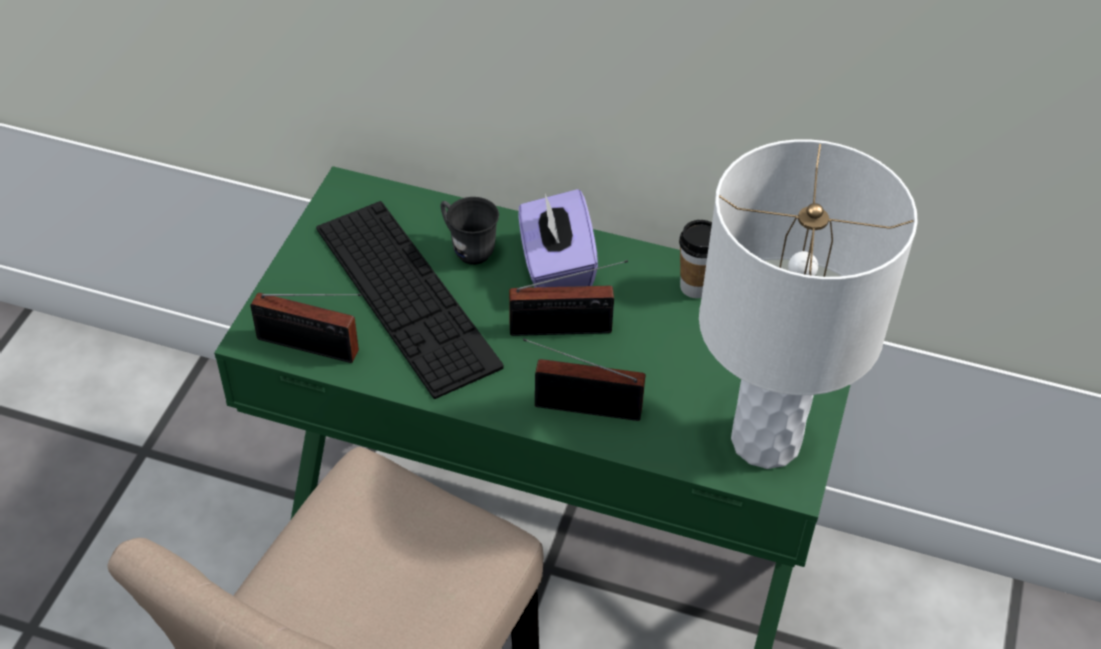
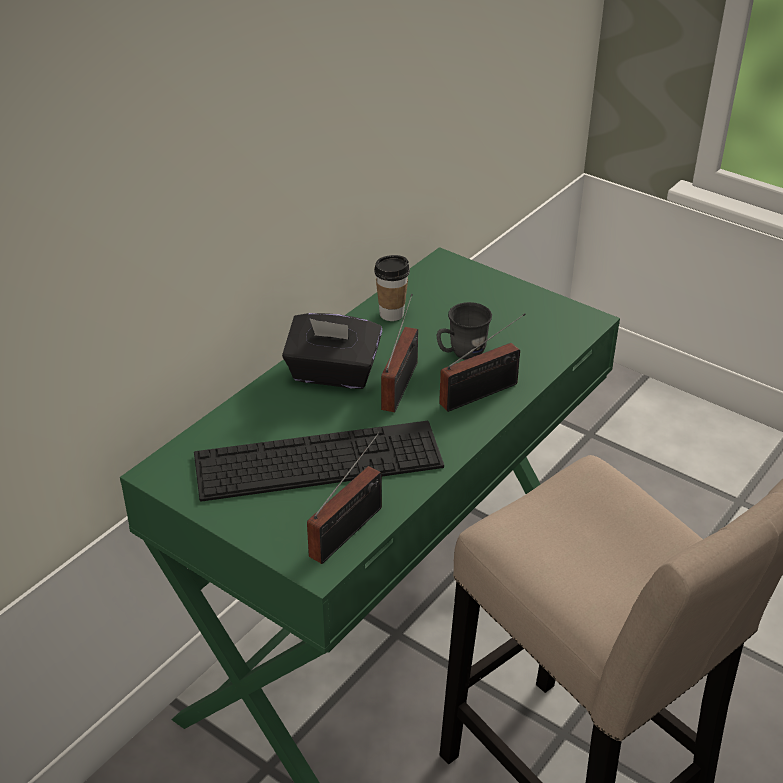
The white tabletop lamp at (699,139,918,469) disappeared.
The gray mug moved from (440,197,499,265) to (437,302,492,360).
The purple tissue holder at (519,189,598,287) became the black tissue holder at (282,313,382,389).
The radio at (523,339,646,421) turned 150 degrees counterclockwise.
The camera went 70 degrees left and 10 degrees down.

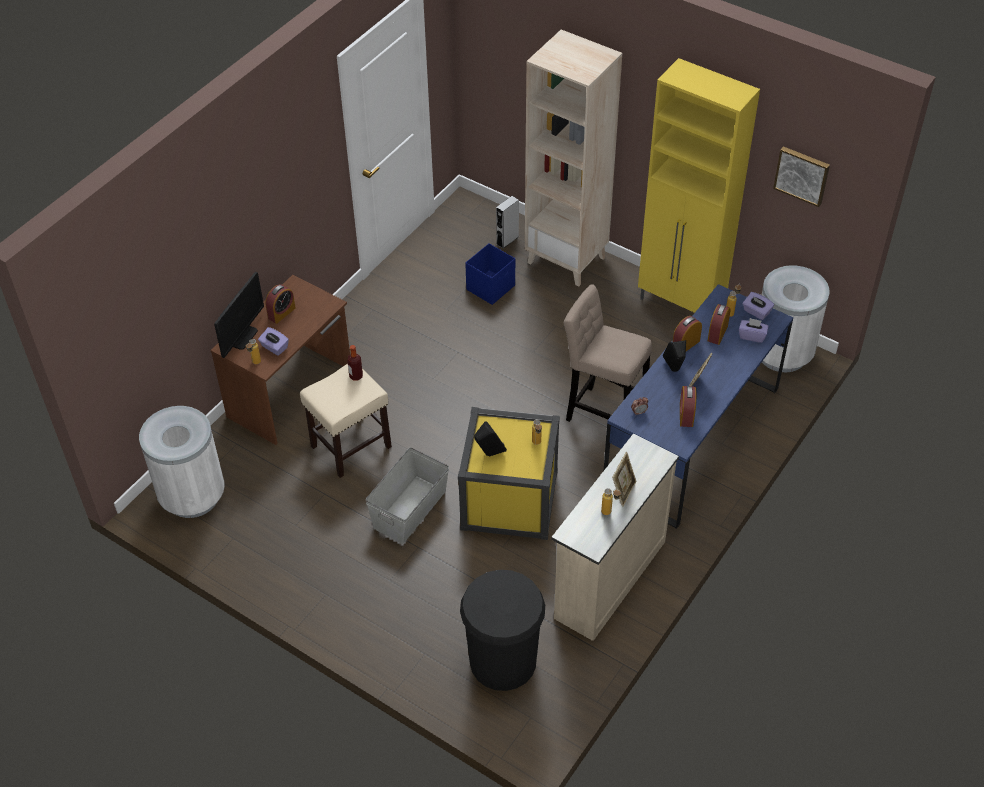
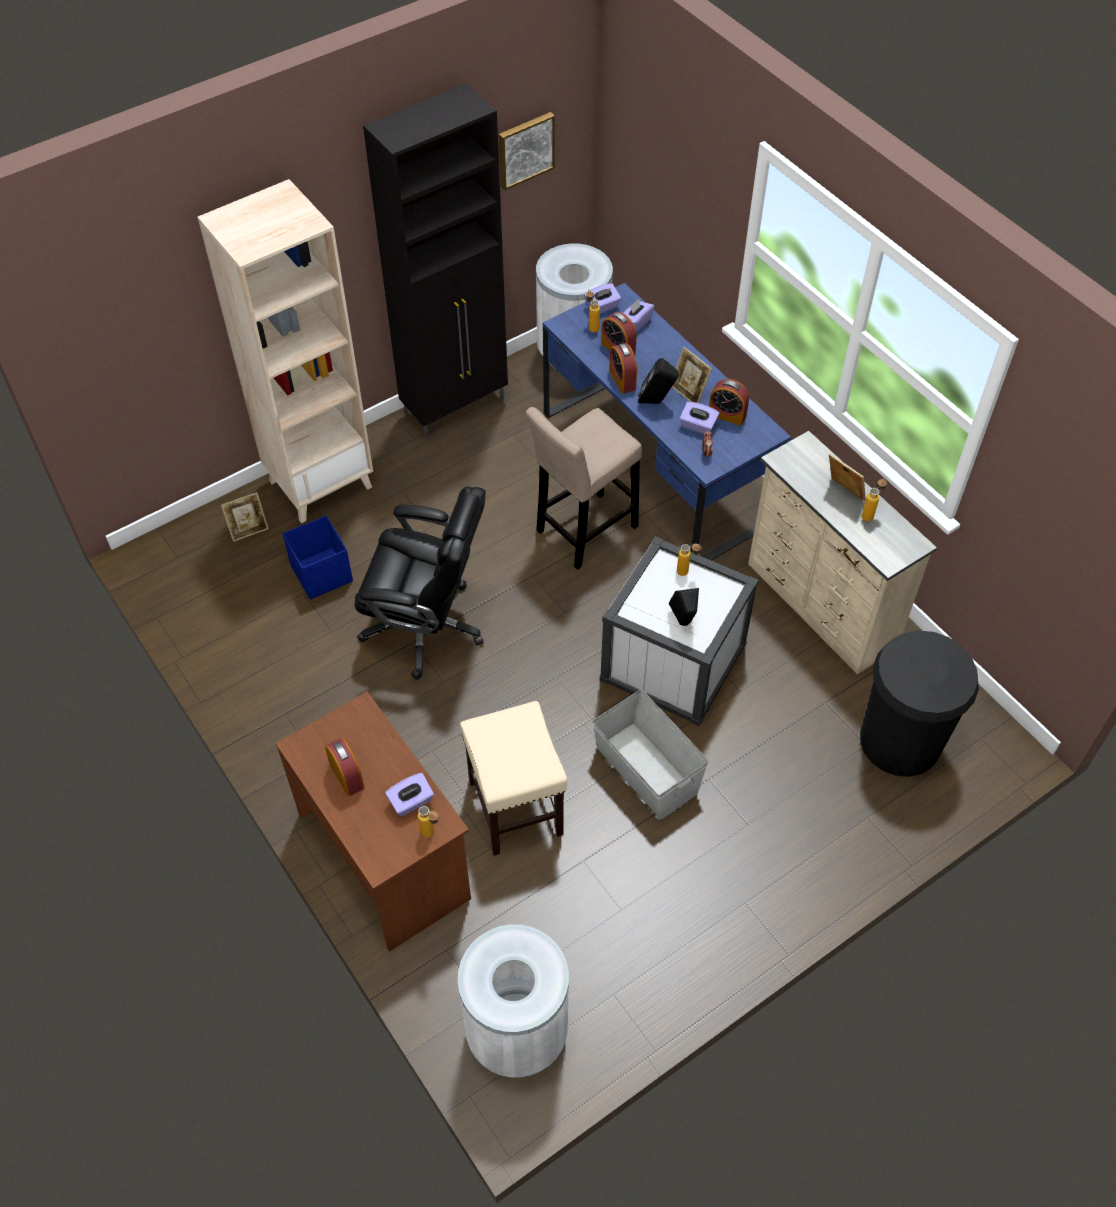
The computer display at (214,272,264,358) disappeared.
The bottle at (347,345,363,381) disappeared.
The black desk chair at (354,486,485,680) appeared.
The purple tissue holder at (680,402,719,434) appeared.
The gray speaker at (496,196,519,249) was replaced by the photo frame at (221,492,269,542).
The yellow storage container at (458,407,560,540) became the white storage container at (600,536,759,726).
The yellow cupboard at (638,58,760,313) became the black cupboard at (363,84,508,439).
The camera went 70 degrees left and 5 degrees up.

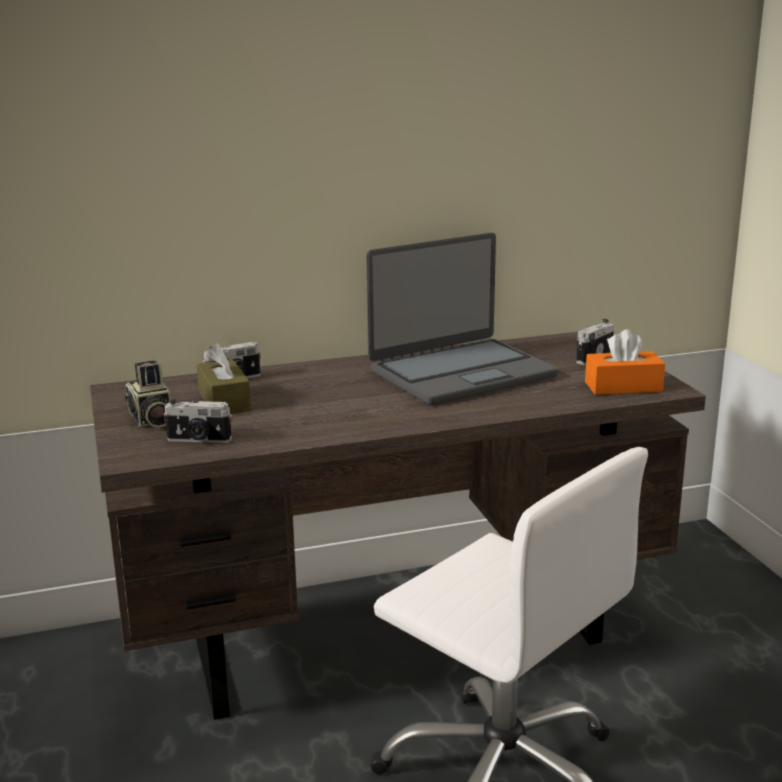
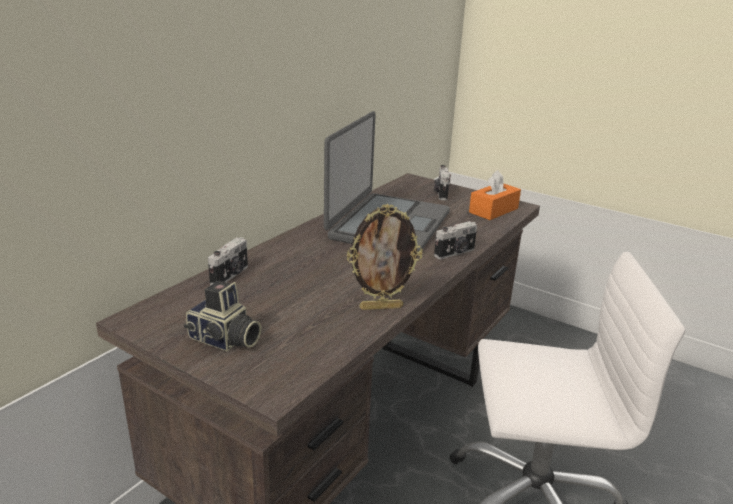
The brownish tissue holder at (197,343,251,414) disappeared.
The photo frame at (347,204,422,310) appeared.
The photo camera moved from (164,399,232,443) to (434,221,477,259).
The camera went 40 degrees left and 5 degrees up.

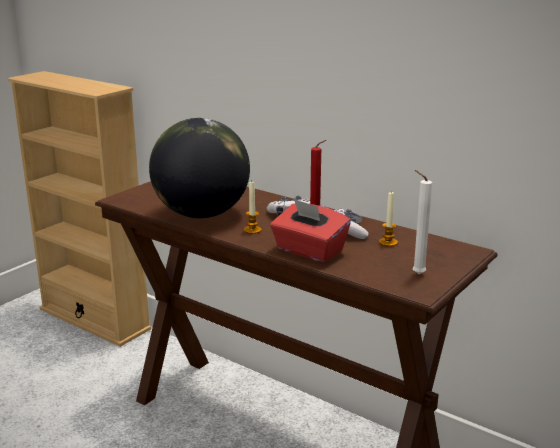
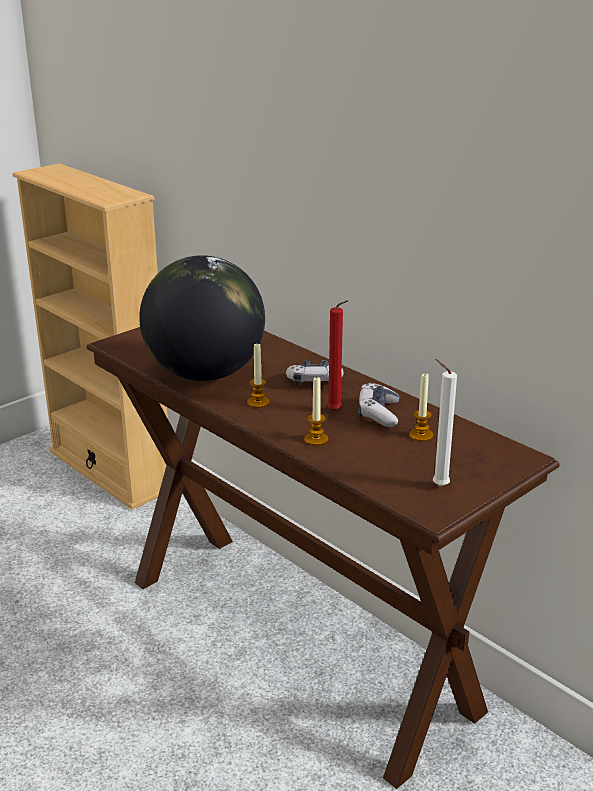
The red-coloured tissue holder at (270,199,351,262) was replaced by the wax candle at (304,377,328,446).
The camera went 10 degrees right and 5 degrees up.

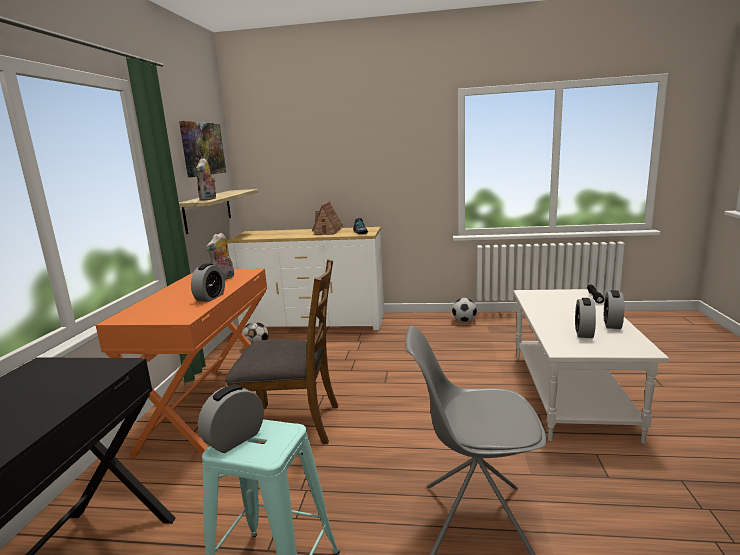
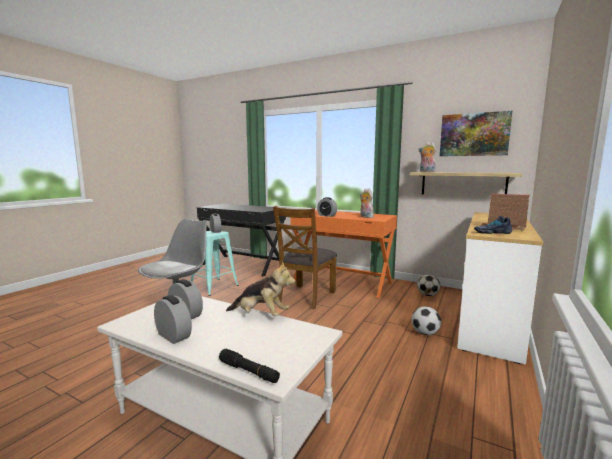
The cuddly toy at (226,261,295,316) appeared.
The ball for football moved from (452,298,477,322) to (412,306,441,335).
The camera went 110 degrees right and 5 degrees down.

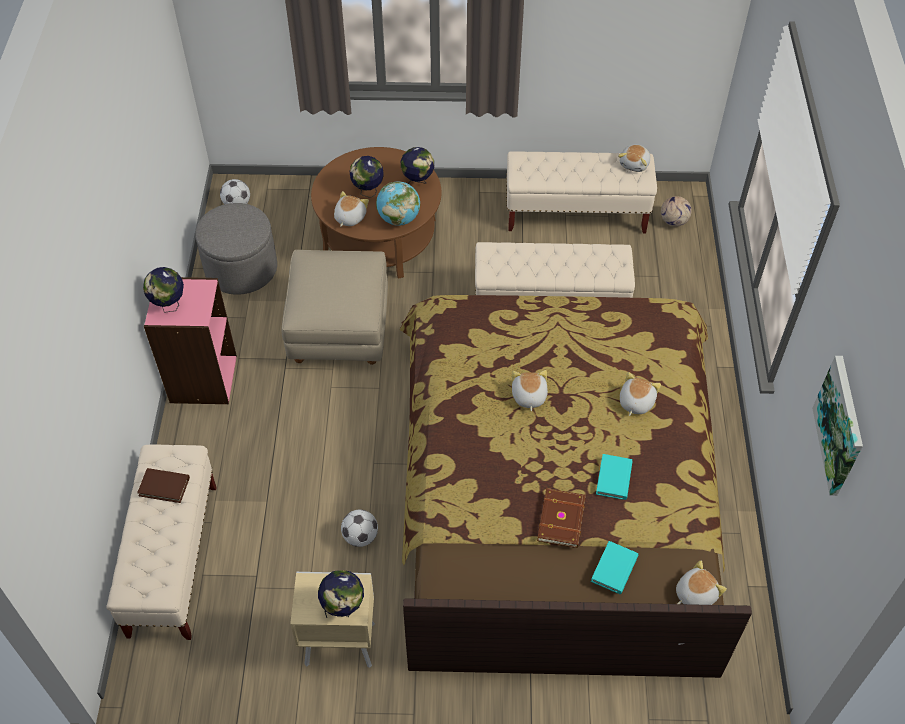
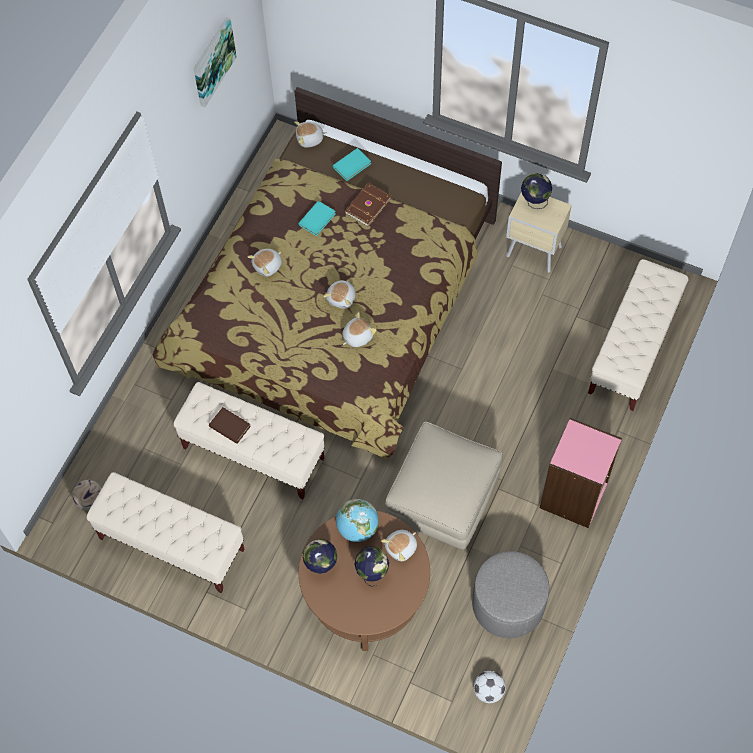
The globe at (143,267,184,313) disappeared.
The ball for football at (341,509,378,547) disappeared.
The brownish volume moved from (137,468,190,503) to (209,407,251,444).
The cuddly toy moved from (618,145,650,172) to (342,312,377,347).
The camera went 155 degrees left and 10 degrees up.

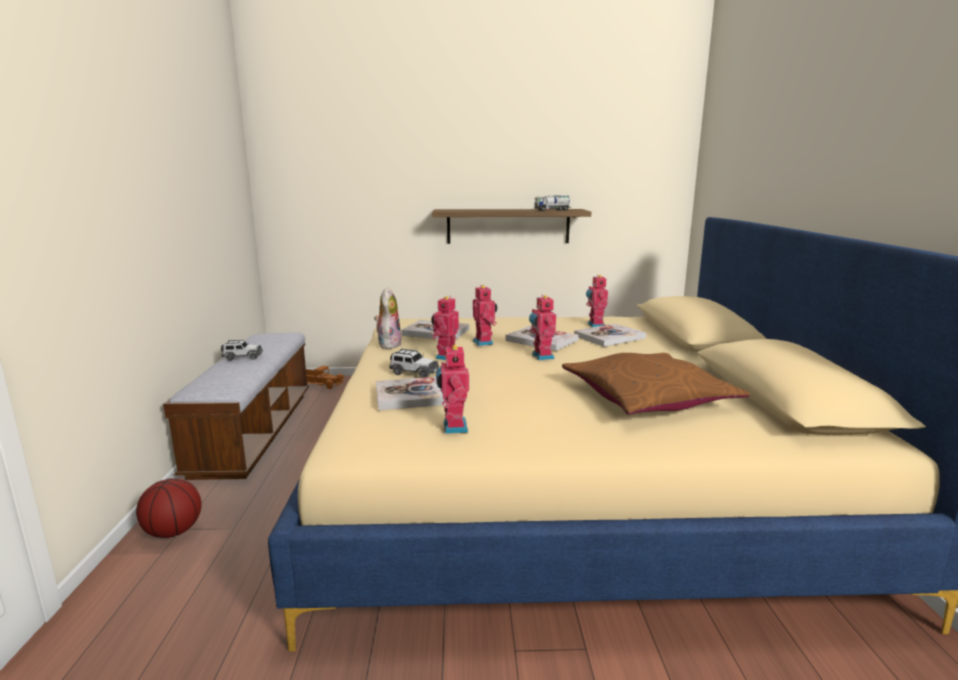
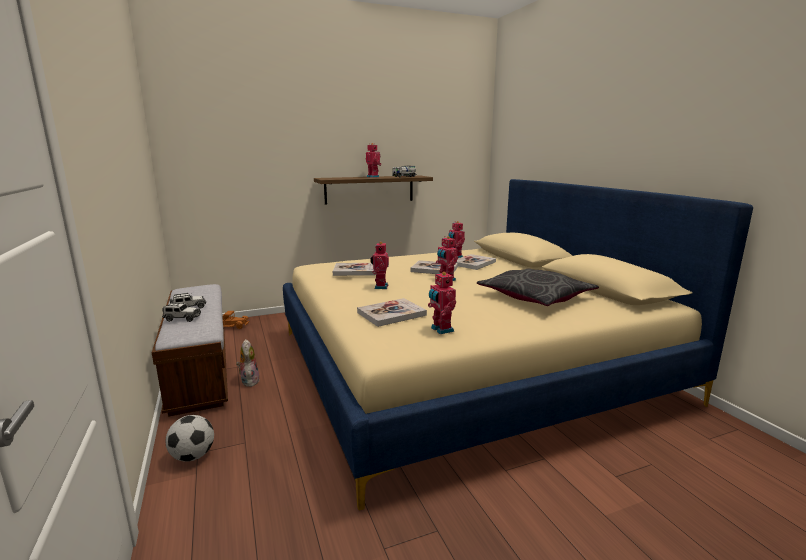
The cuddly toy moved from (374,287,402,349) to (236,339,260,387).
The miniature car moved from (389,349,439,378) to (162,302,201,322).
The model robot moved from (473,285,497,346) to (366,143,381,178).
The basketball ball at (136,478,201,538) was replaced by the ball for football at (166,415,214,462).
The brownish cushion at (562,353,750,415) became the gray cushion at (477,268,599,306).
The camera went 20 degrees left and 0 degrees up.

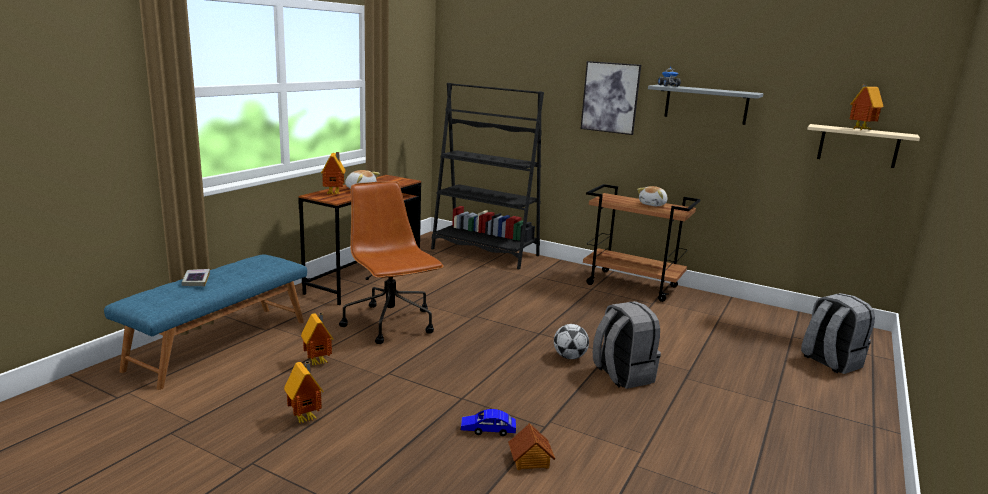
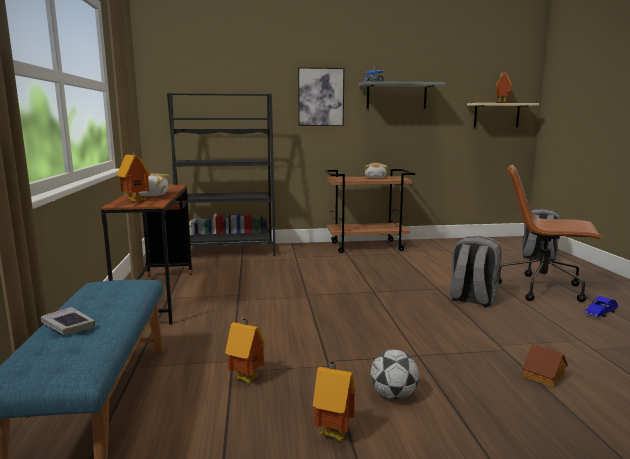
The brownish desk chair moved from (339,181,444,344) to (499,165,602,302).
The blue miniature car moved from (461,409,516,436) to (585,296,618,317).
The ball for football moved from (554,324,589,359) to (371,350,419,399).
The camera went 35 degrees left and 5 degrees down.

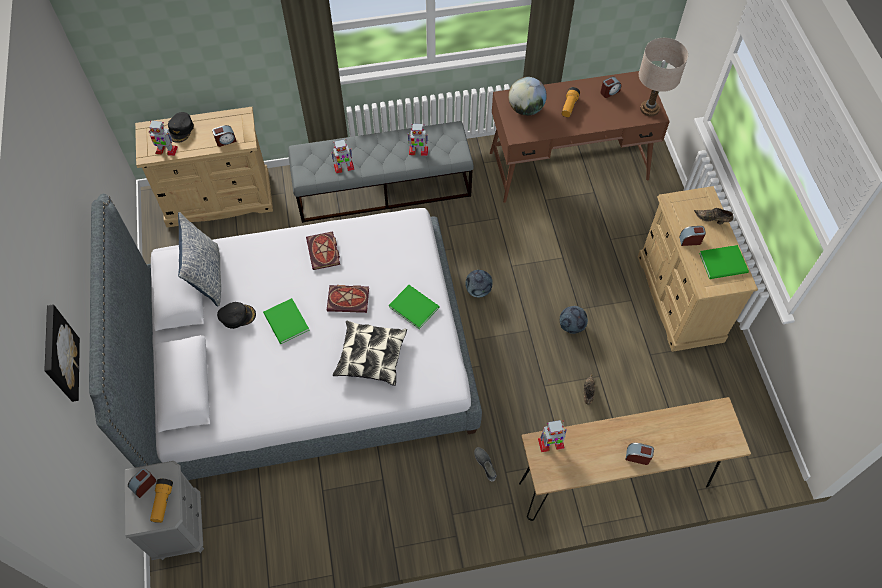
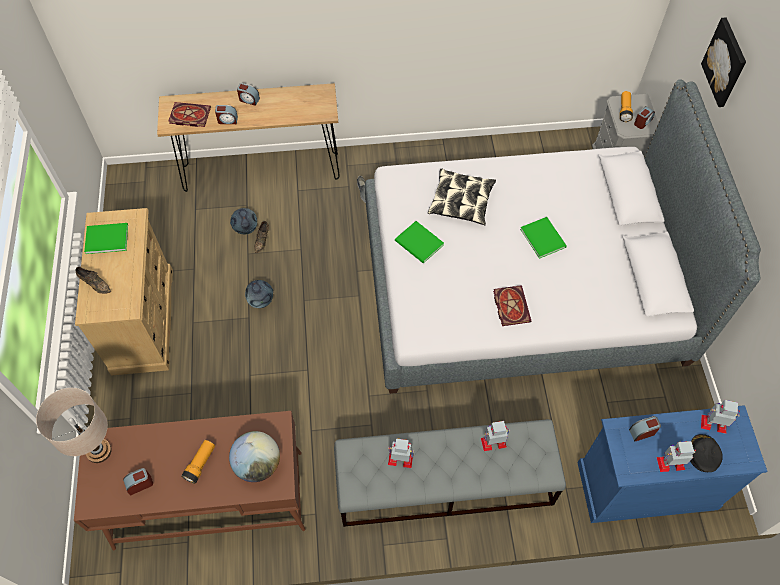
The cushion at (178,212,221,307) disappeared.
The black cap at (217,302,256,329) disappeared.
The volume moved from (327,285,369,313) to (168,102,211,127).
The ball for football moved from (465,270,492,297) to (230,208,257,234).
The model robot moved from (538,420,567,452) to (656,441,696,472).
The table clock moved from (679,226,706,246) to (215,105,238,124).
The beige-coloured dresser at (135,107,273,228) became the blue dresser at (577,406,767,523).
The camera went 175 degrees left and 0 degrees up.

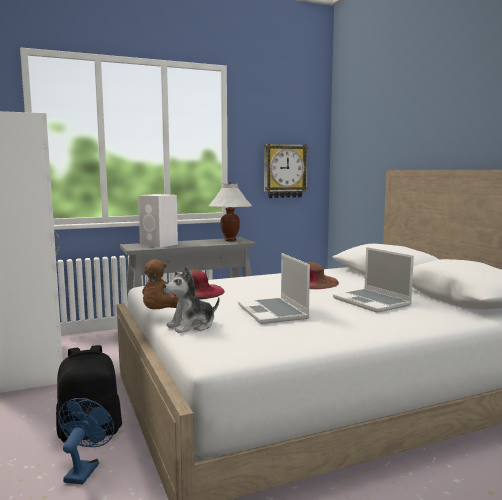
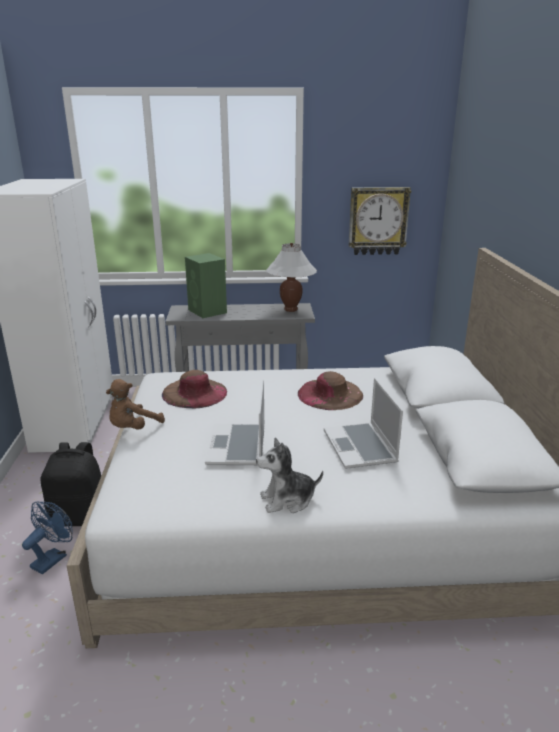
The cuddly toy moved from (164,267,220,333) to (256,437,323,513).
The white speaker at (138,194,178,248) became the greenish speaker at (185,253,227,318).
The camera went 20 degrees right and 15 degrees up.

